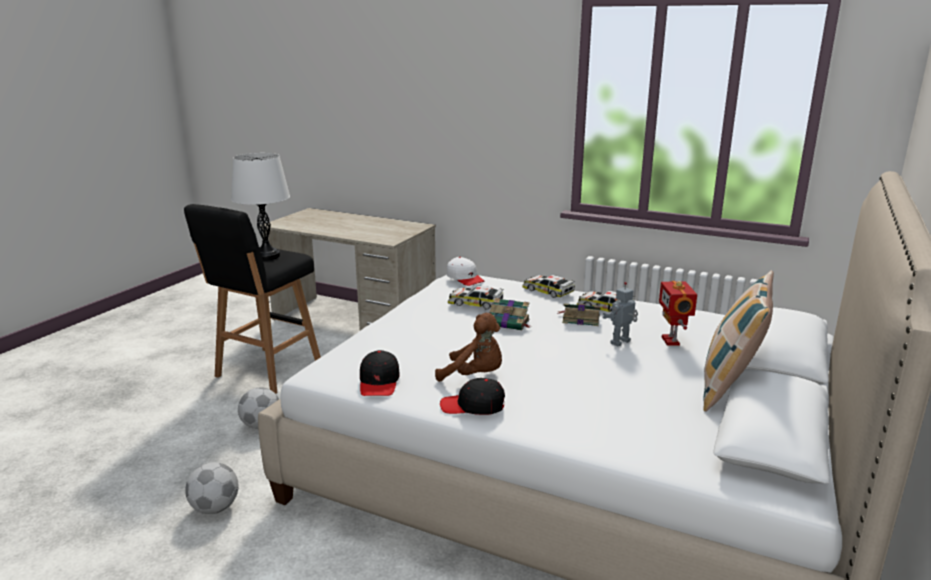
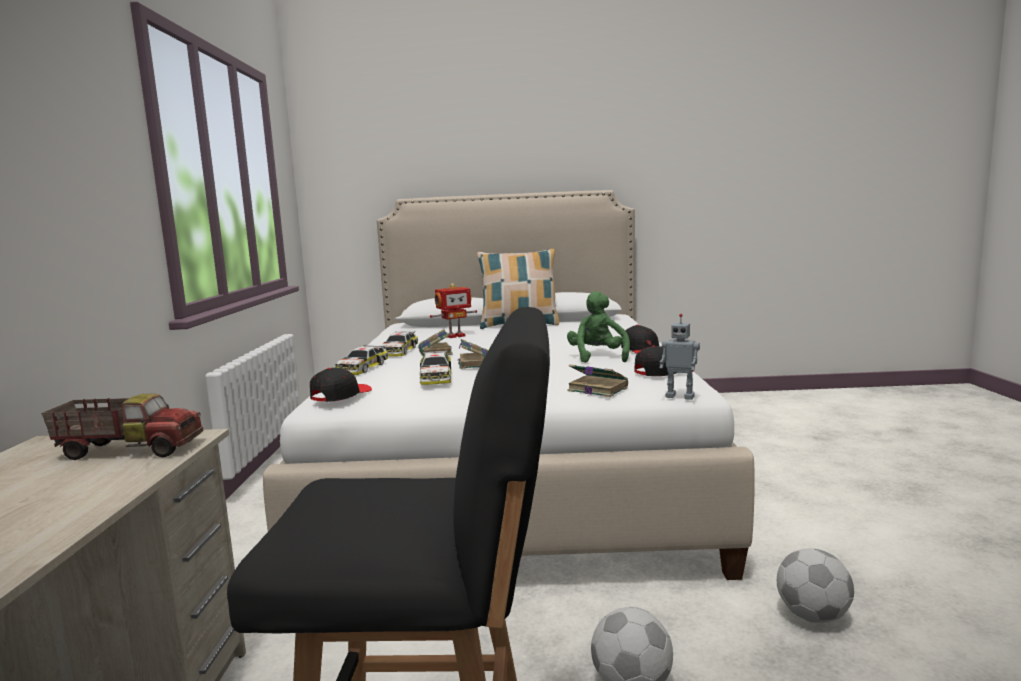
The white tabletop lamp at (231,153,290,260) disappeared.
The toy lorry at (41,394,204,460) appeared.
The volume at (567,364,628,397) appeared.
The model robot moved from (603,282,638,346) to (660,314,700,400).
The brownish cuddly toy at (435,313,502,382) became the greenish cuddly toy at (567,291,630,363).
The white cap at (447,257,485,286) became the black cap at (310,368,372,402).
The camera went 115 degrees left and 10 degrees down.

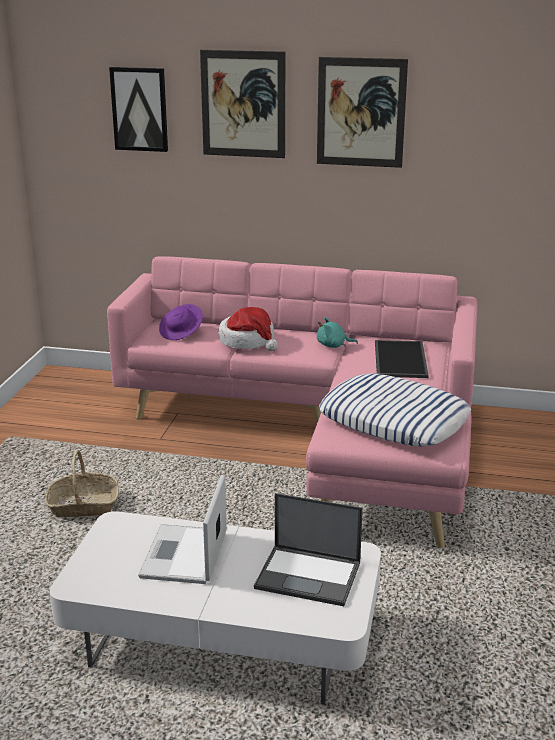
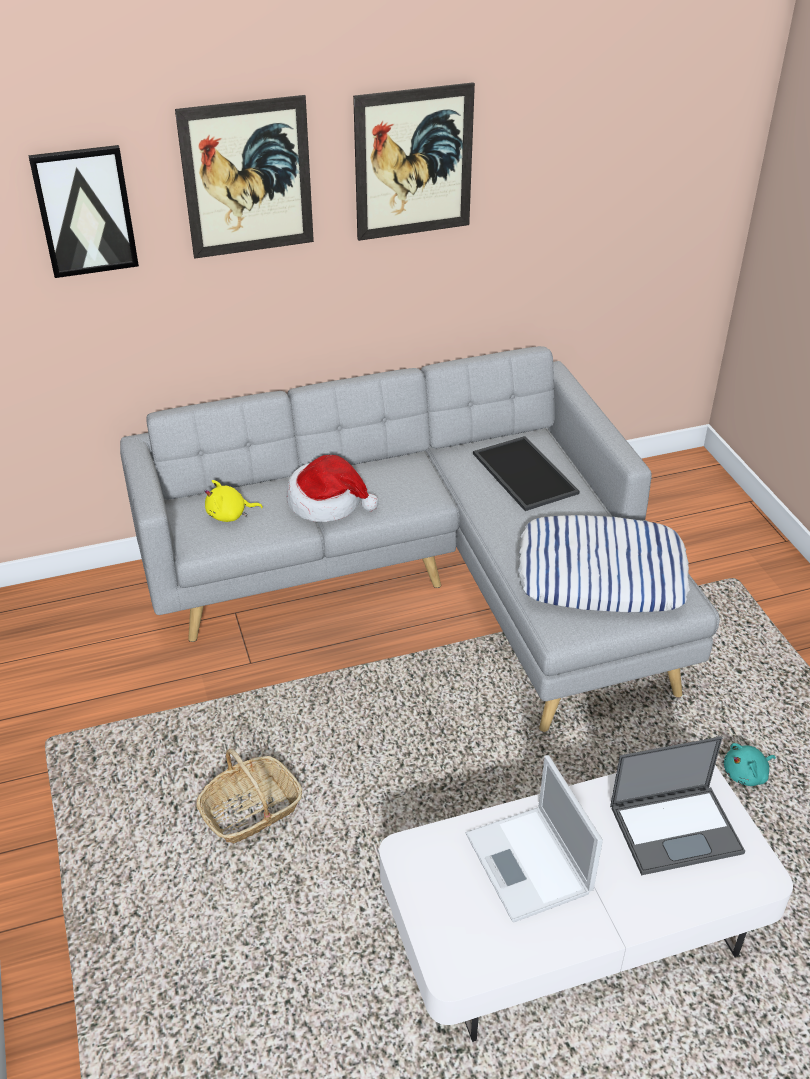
The turquoise cuddly toy moved from (317,317,358,348) to (724,743,776,786).
The purple clothing hat at (159,304,203,340) was replaced by the yellow cuddly toy at (204,480,263,522).
The pink sofa at (107,256,477,548) became the gray sofa at (120,346,720,732).
The camera went 30 degrees left and 15 degrees up.

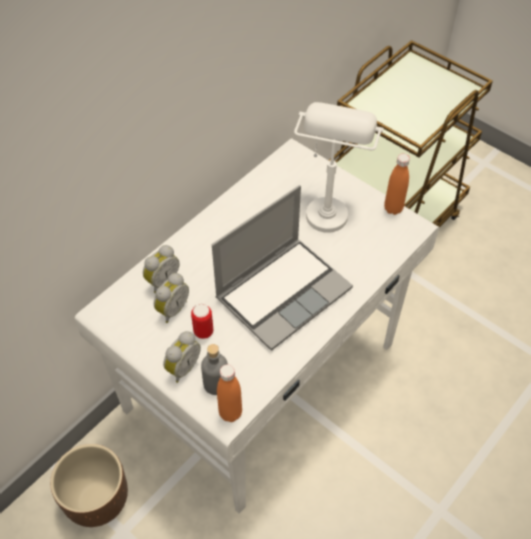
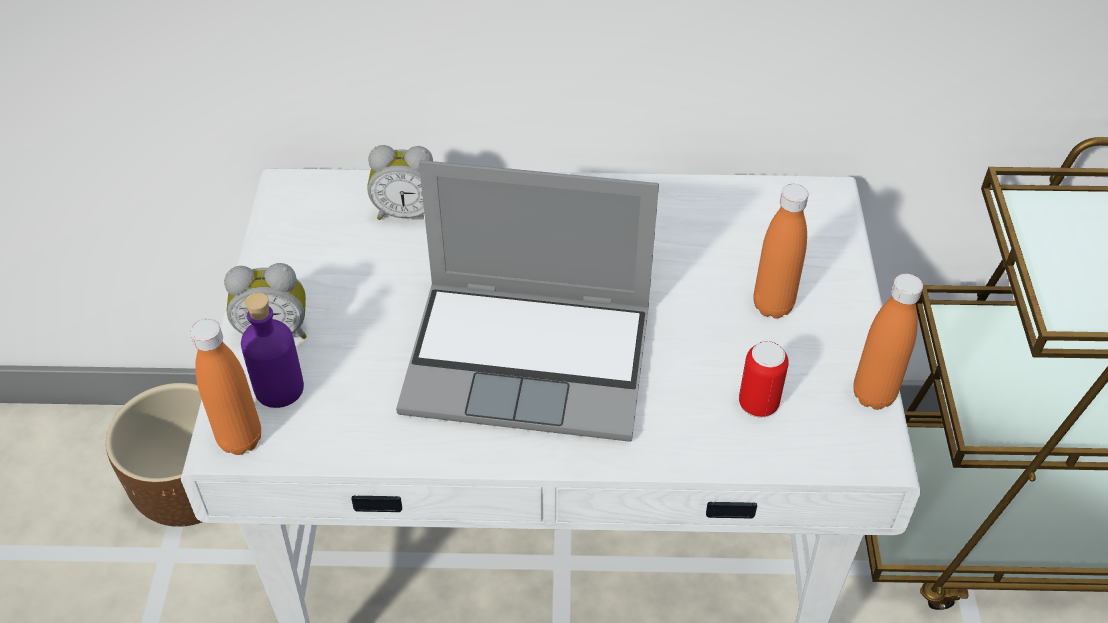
The table clock at (154,273,189,323) disappeared.
The metal can moved from (191,304,213,339) to (739,341,789,417).
The white tabletop lamp at (294,102,383,233) was replaced by the orangey bottle at (753,184,809,319).
The gray bottle at (201,344,228,395) became the purple bottle at (241,293,304,408).
The camera went 50 degrees right and 5 degrees down.

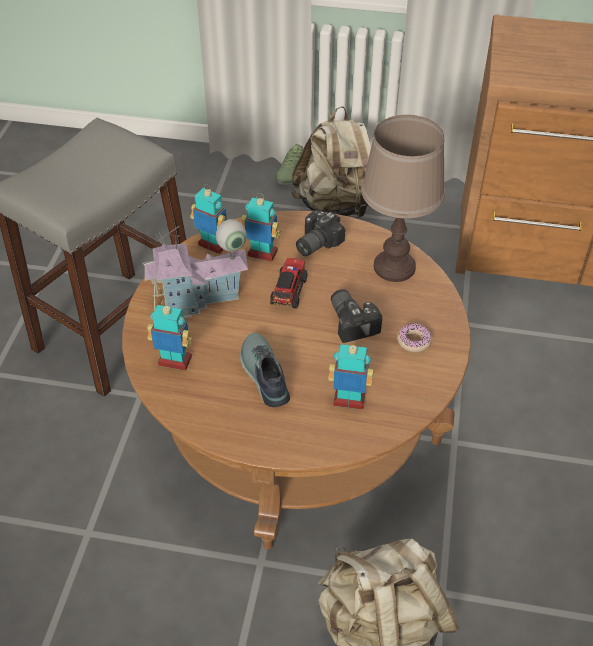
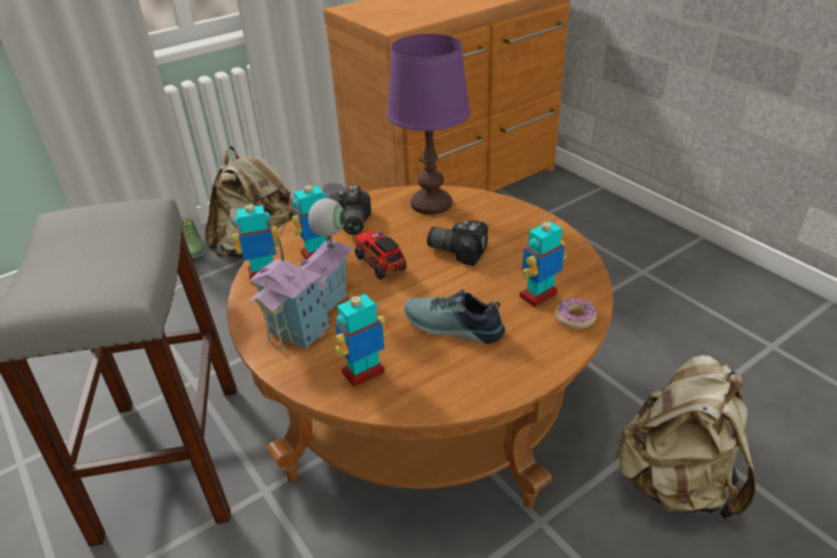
The doughnut moved from (397,323,432,352) to (555,297,597,329).
The brownish tabletop lamp at (361,115,445,282) became the purple tabletop lamp at (387,34,470,215).
The camera went 45 degrees left and 10 degrees down.

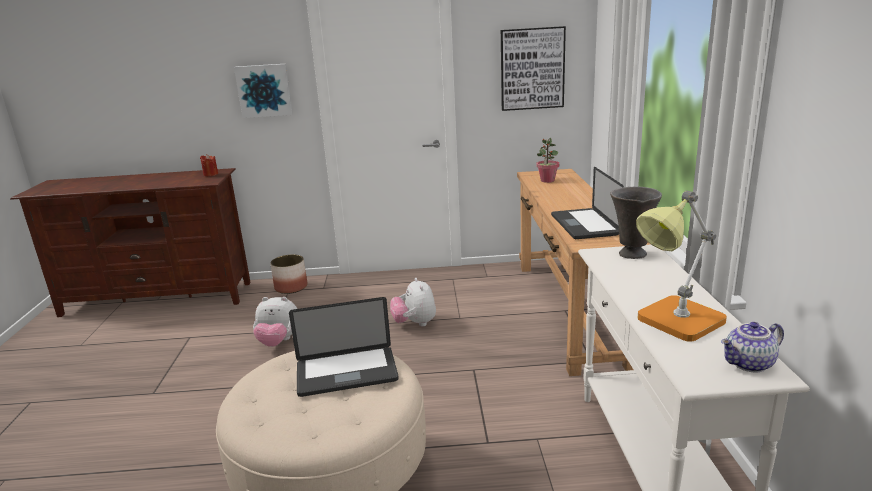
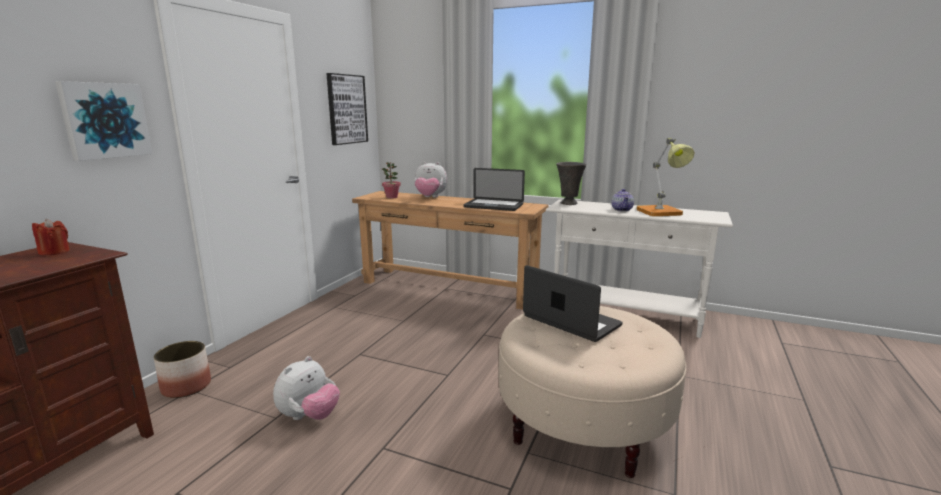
The cuddly toy moved from (390,278,436,326) to (414,162,447,197).
The tea pot moved from (721,322,784,372) to (611,189,634,212).
The laptop at (289,297,399,397) turned 60 degrees counterclockwise.
The camera went 65 degrees left and 5 degrees down.

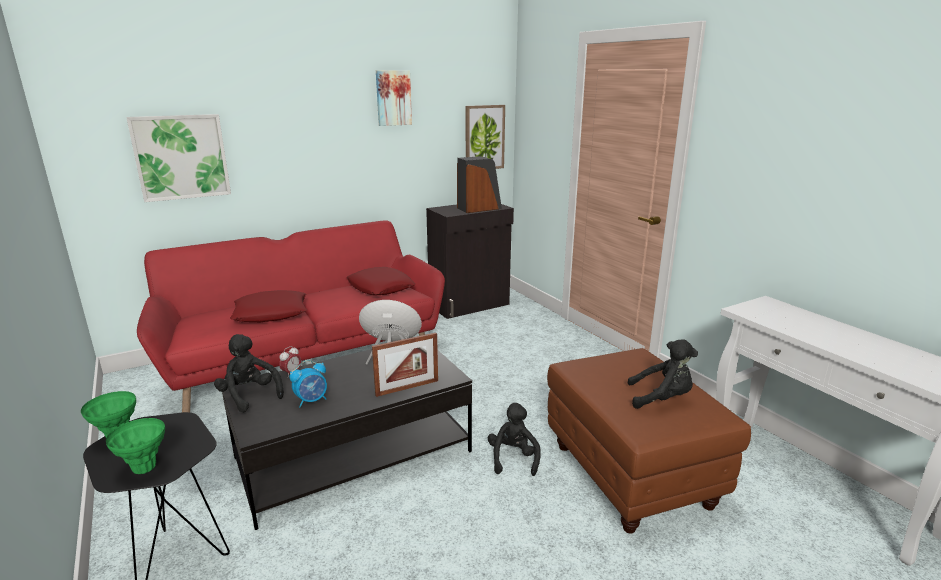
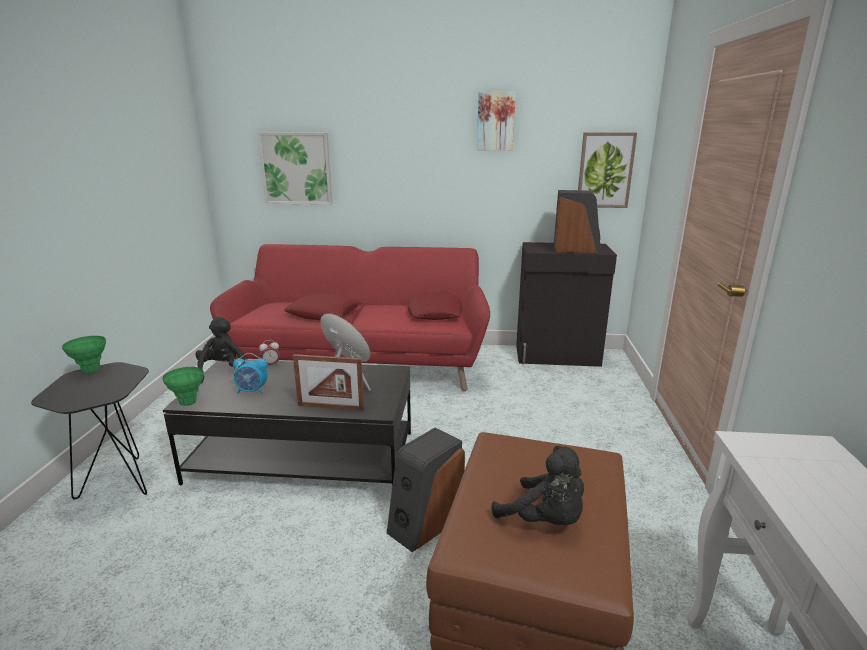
The greenish vase moved from (106,418,165,474) to (163,367,204,406).
The black cuddly toy at (488,403,541,476) was replaced by the speaker at (387,428,465,552).
The camera went 35 degrees right and 0 degrees up.

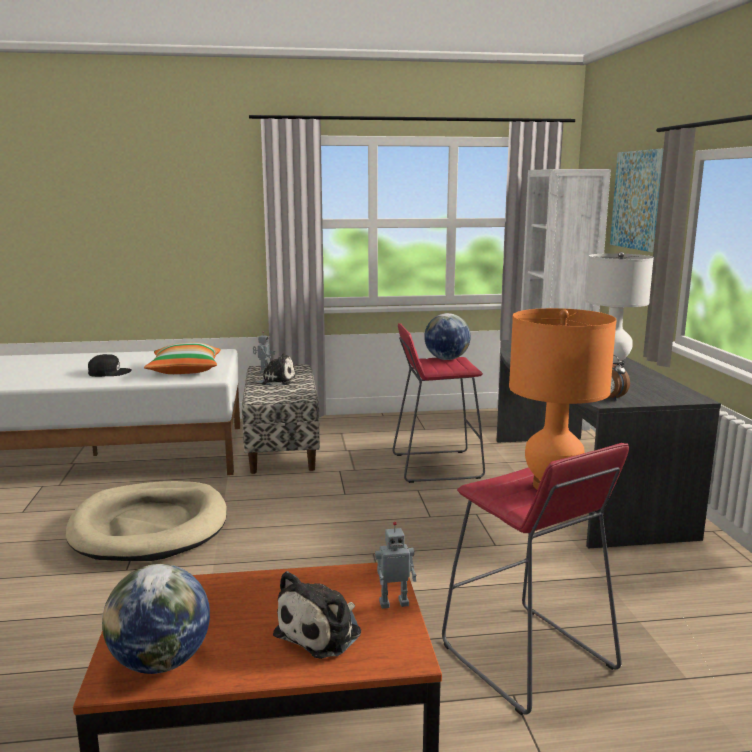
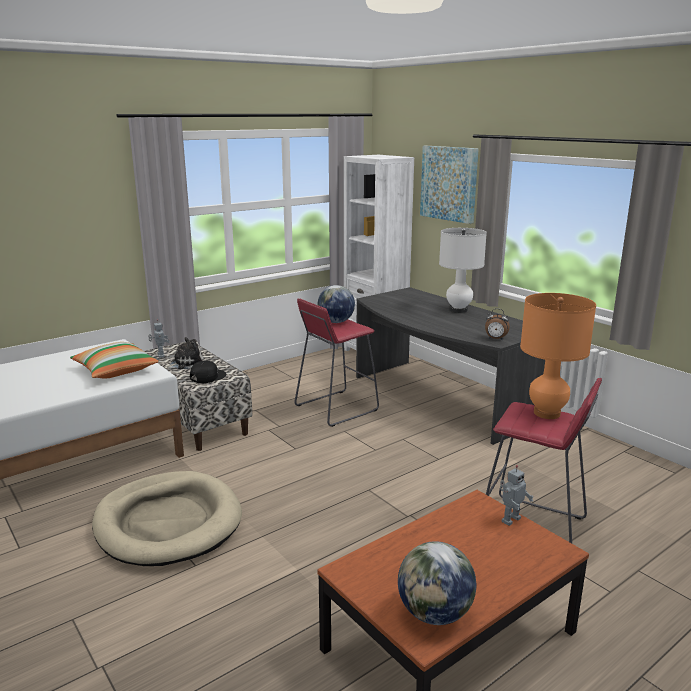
The cuddly toy at (273,571,361,659) disappeared.
The black cap moved from (88,354,132,377) to (190,361,226,383).
The camera went 30 degrees left and 5 degrees up.

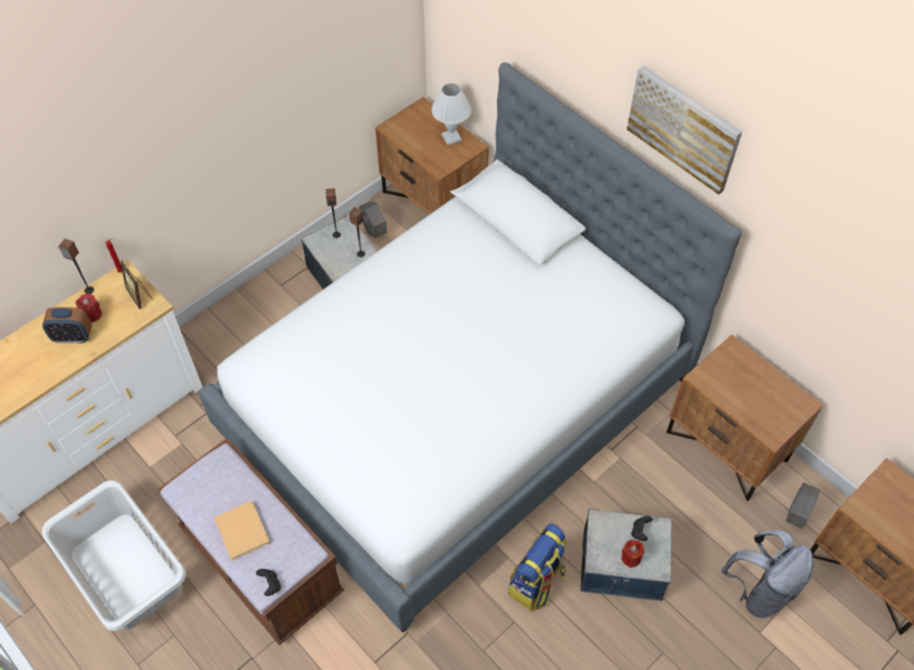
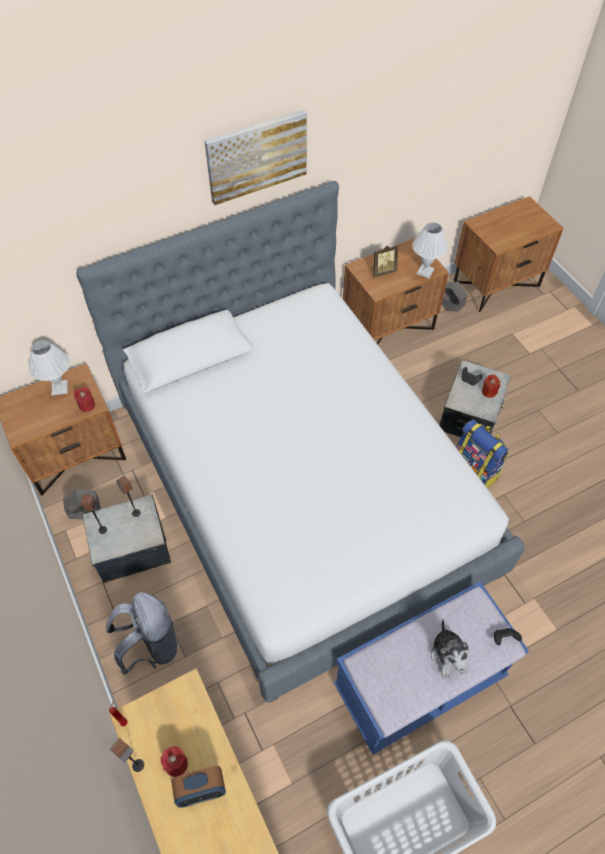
The red-coloured wax candle at (74,387,95,412) appeared.
The white tabletop lamp at (412,222,448,278) appeared.
The photo frame moved from (120,260,153,309) to (372,245,398,278).
The gray knapsack moved from (721,530,813,618) to (106,592,178,676).
The beige-coloured volume at (214,501,270,561) was replaced by the cuddly toy at (431,619,469,678).
The brownish indoor bench at (158,438,344,646) became the blue indoor bench at (334,582,529,755).
The table clock at (42,307,92,343) turned 60 degrees clockwise.
The camera went 75 degrees left and 0 degrees up.

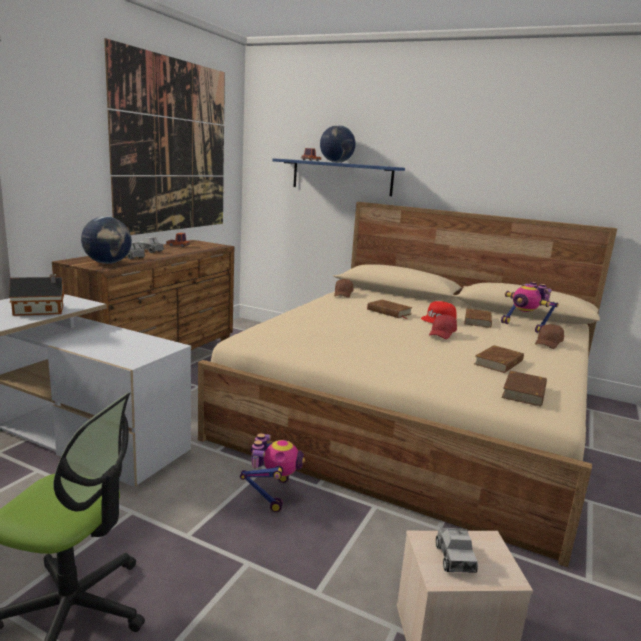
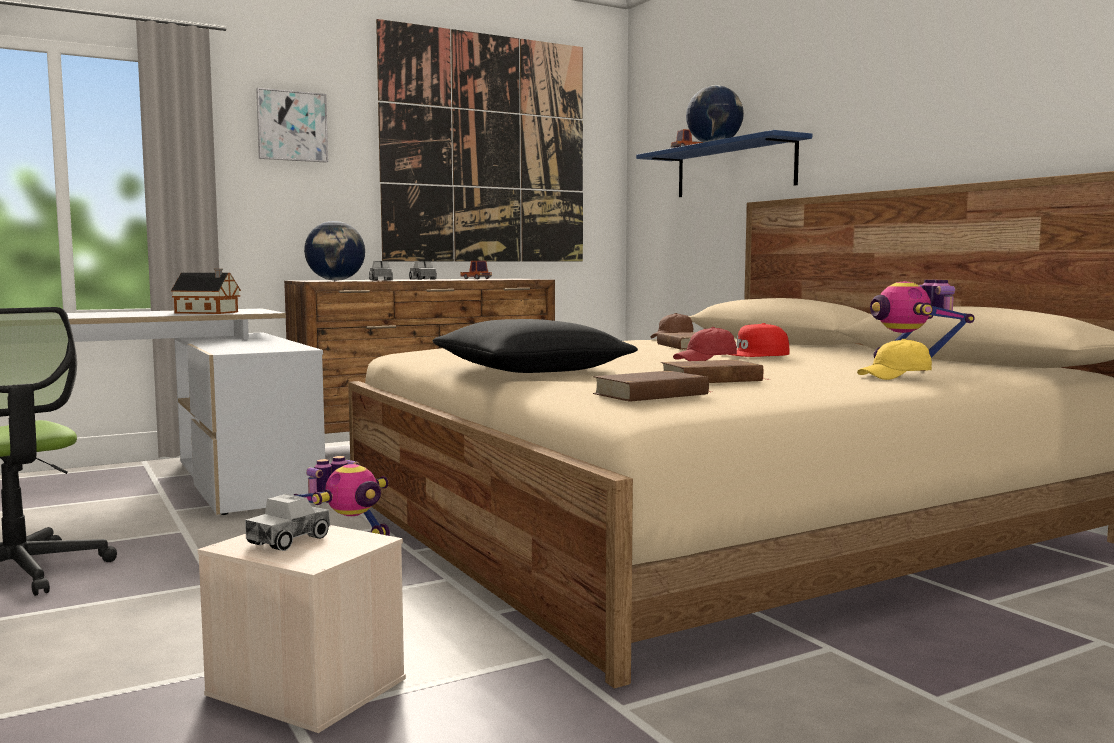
The brownish volume at (464,308,492,328) disappeared.
The wall art at (256,88,328,162) appeared.
The black cushion at (432,319,638,373) appeared.
The brownish cap at (535,324,564,349) became the yellow cap at (857,339,932,380).
The camera went 35 degrees right and 10 degrees down.

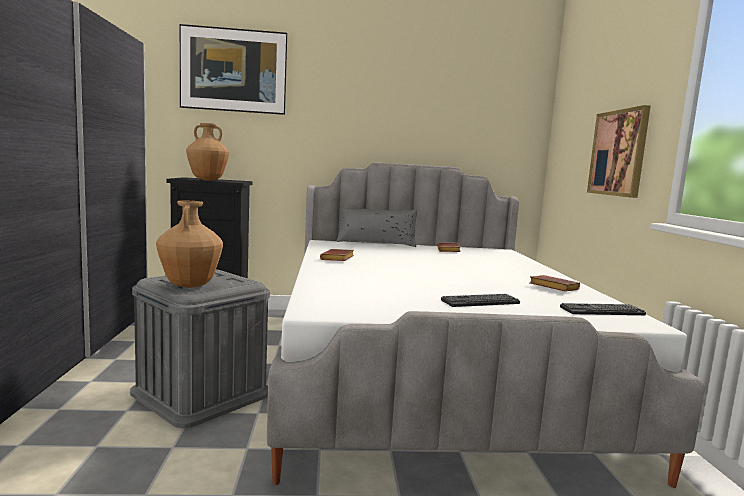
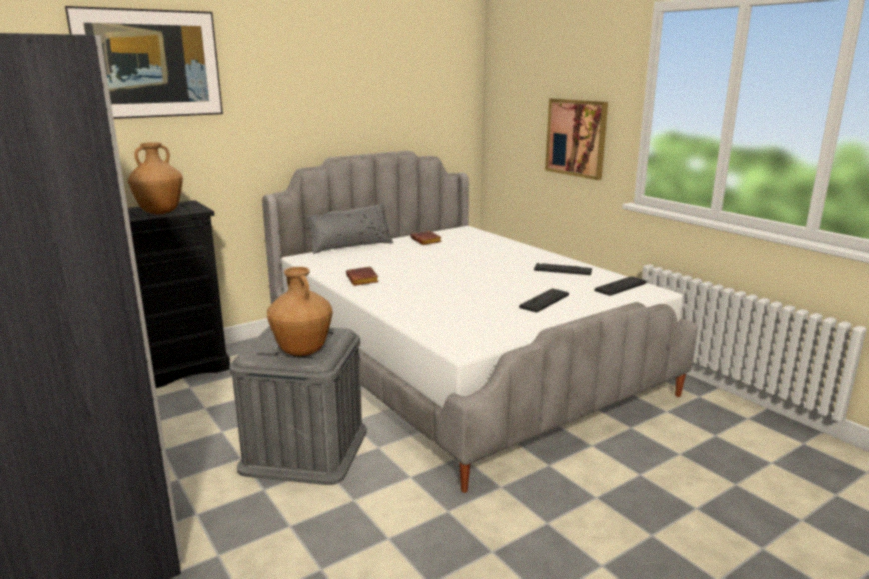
The brownish volume at (529,275,580,292) was replaced by the keyboard at (534,263,592,275).
The camera went 30 degrees left and 10 degrees up.

